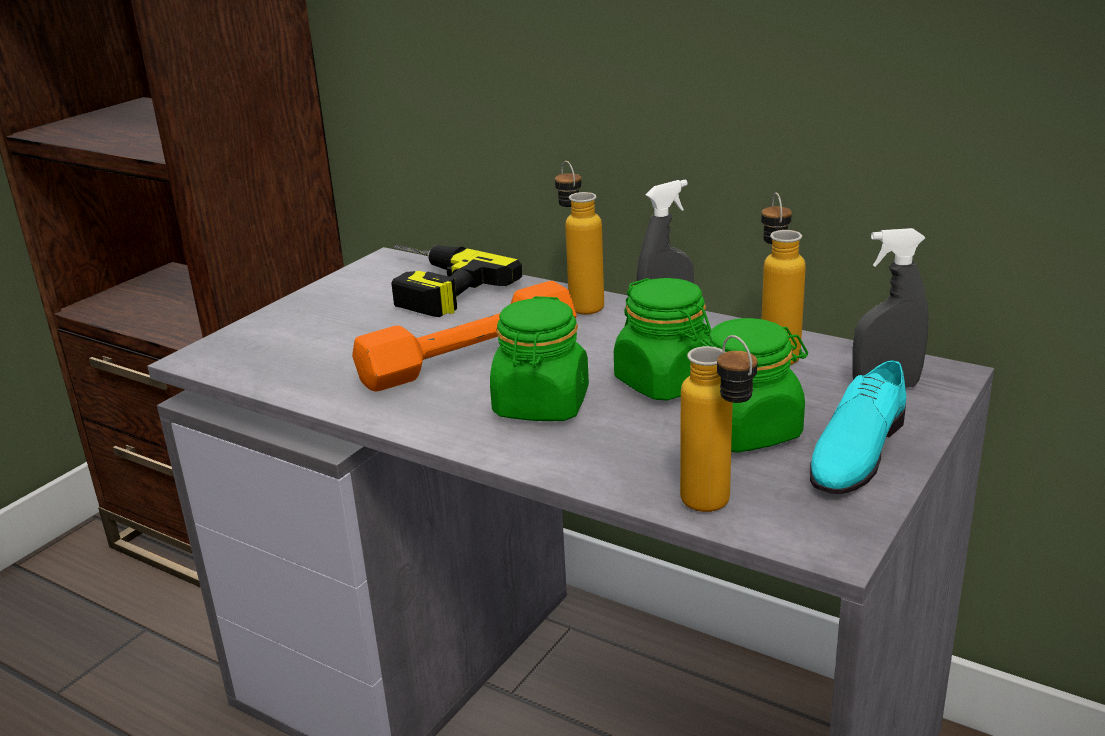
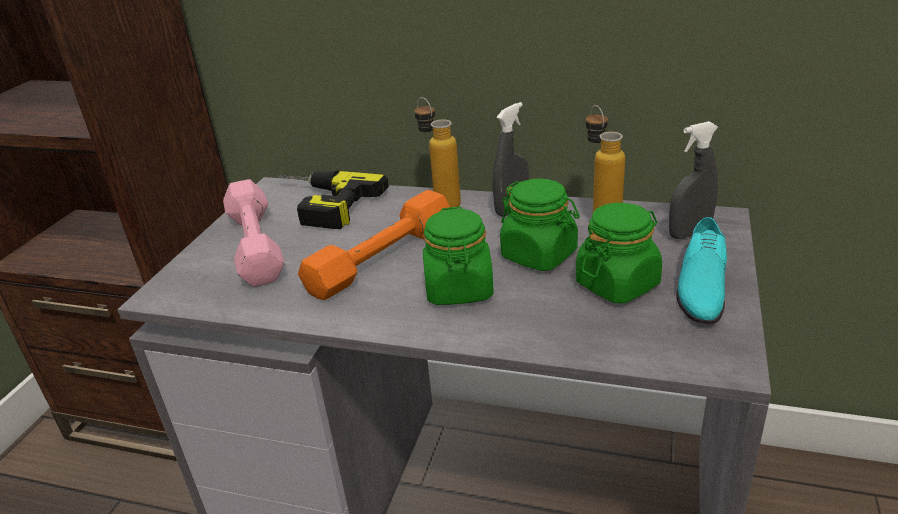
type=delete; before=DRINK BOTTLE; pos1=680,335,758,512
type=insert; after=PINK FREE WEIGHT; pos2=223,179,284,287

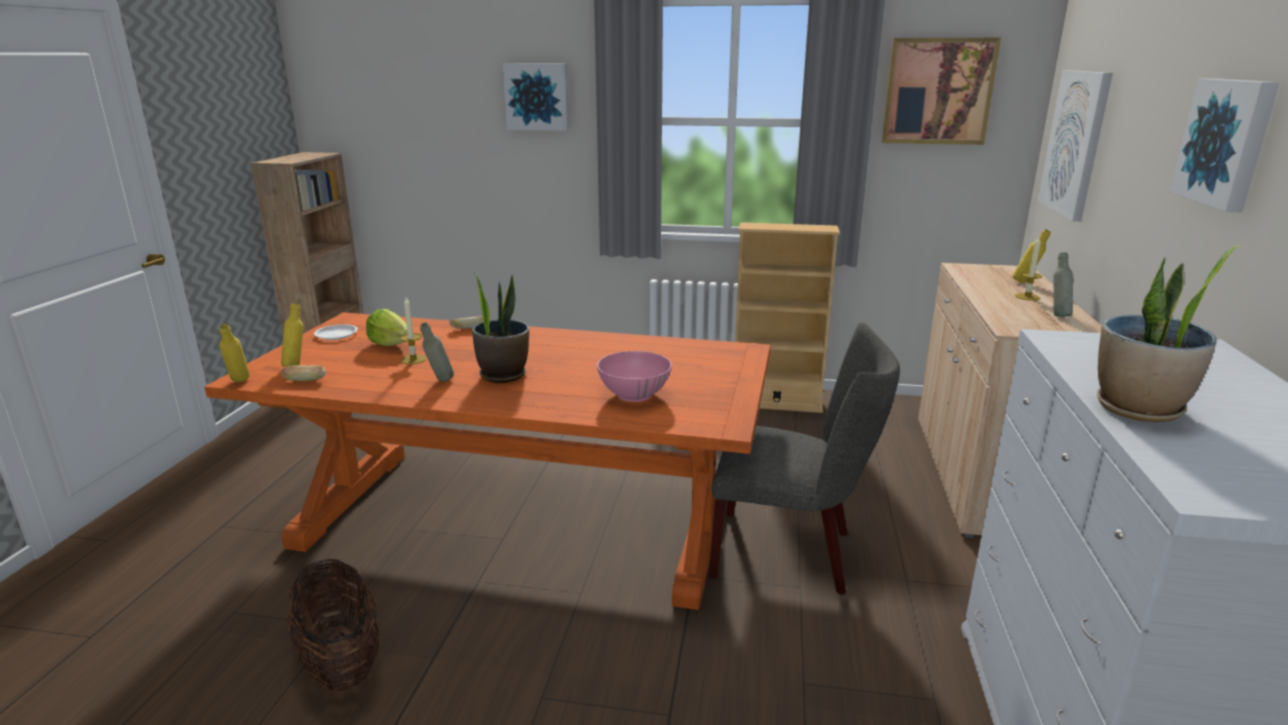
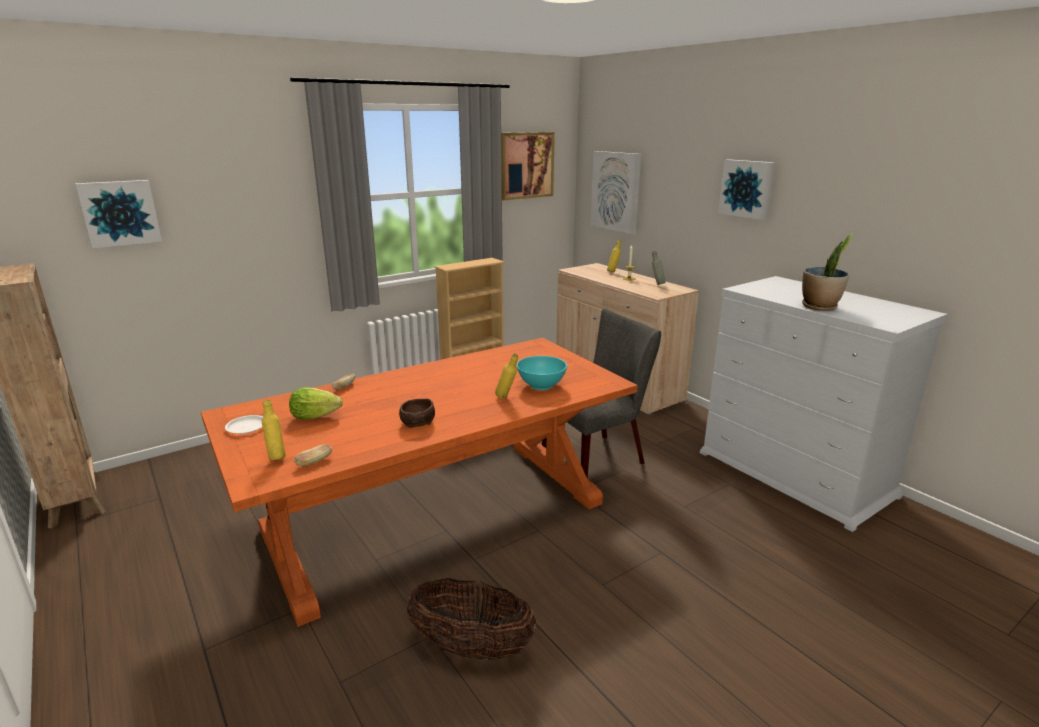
type=move; before=YELLOWISH DRINK BOTTLE; pos1=219,324,249,383; pos2=495,354,518,399
type=delete; before=CANDLE; pos1=400,297,426,364
type=replace; before=GREY DRINK BOTTLE; after=BROWN-COLOURED SERVING BOWL; pos1=420,323,454,382; pos2=399,399,435,428
type=delete; before=PLANT IN A POT; pos1=472,272,529,383
type=move; before=WALL PICTURE; pos1=503,63,569,131; pos2=75,180,162,248
type=recolor; before=PINK SERVING BOWL; after=TURQUOISE-COLOURED SERVING BOWL; pos1=597,351,672,402; pos2=517,356,567,390

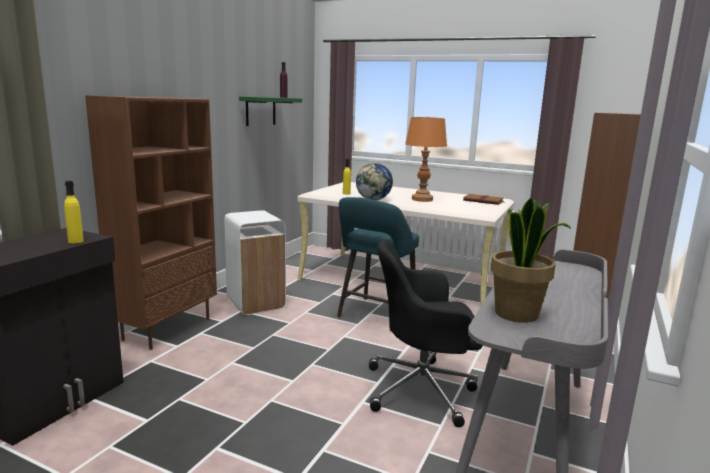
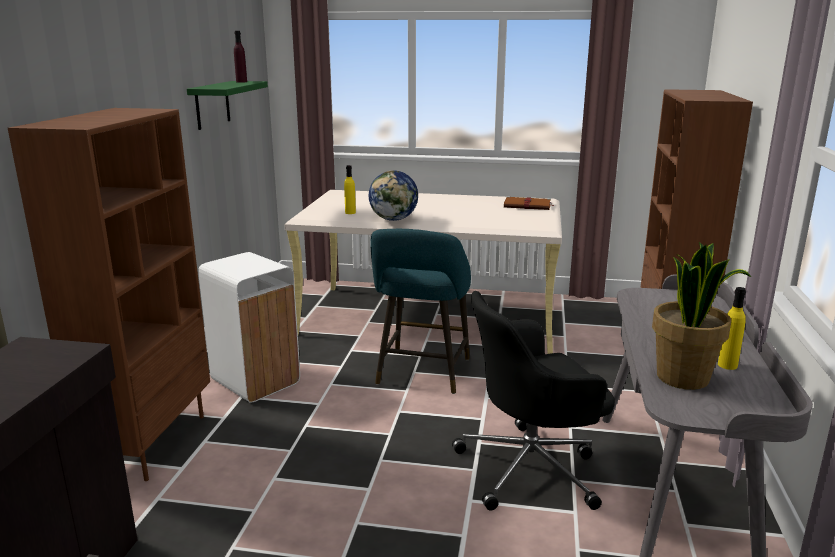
type=move; before=YELLOWISH DRINK BOTTLE; pos1=64,181,84,244; pos2=718,287,746,370
type=delete; before=ORANGE-COLOURED TABLE LAMP; pos1=405,116,447,202

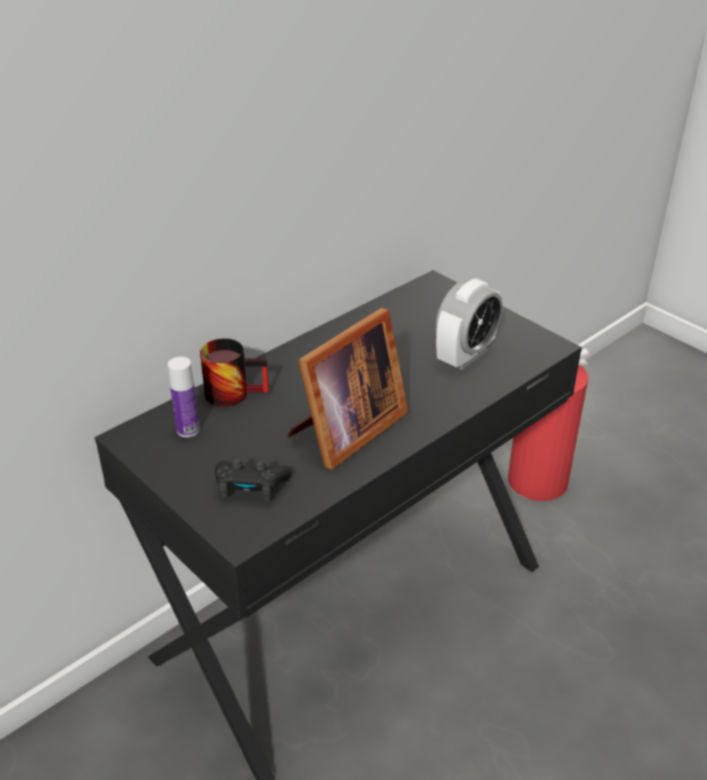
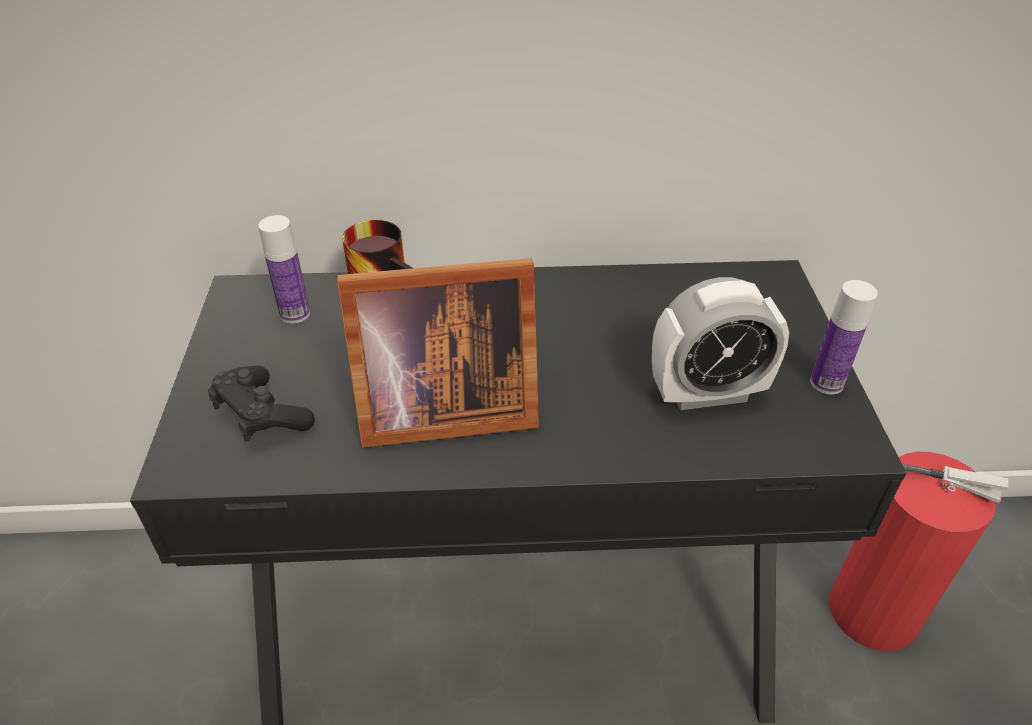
type=insert; after=DRINK BOTTLE; pos2=810,280,878,394

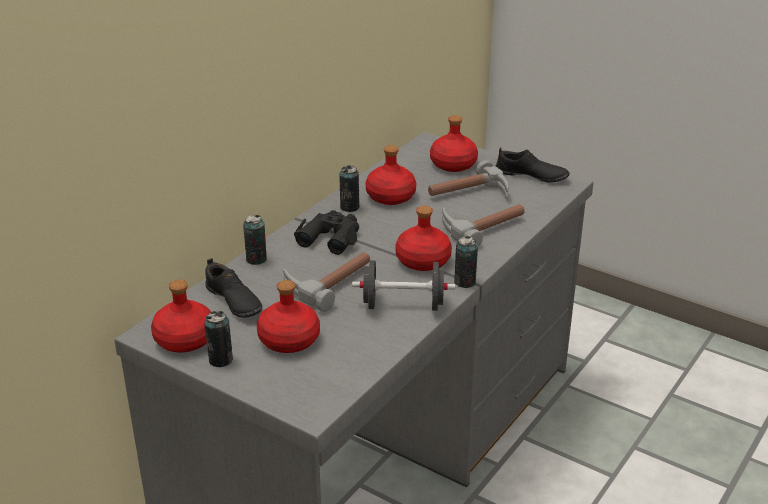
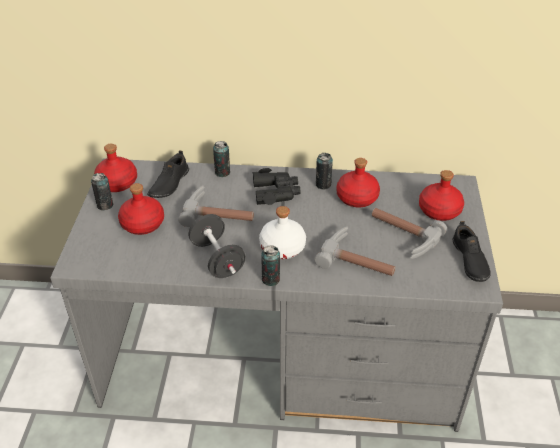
type=recolor; before=RED DRINK BOTTLE; after=WHITISH DRINK BOTTLE; pos1=395,205,452,271; pos2=259,206,306,259

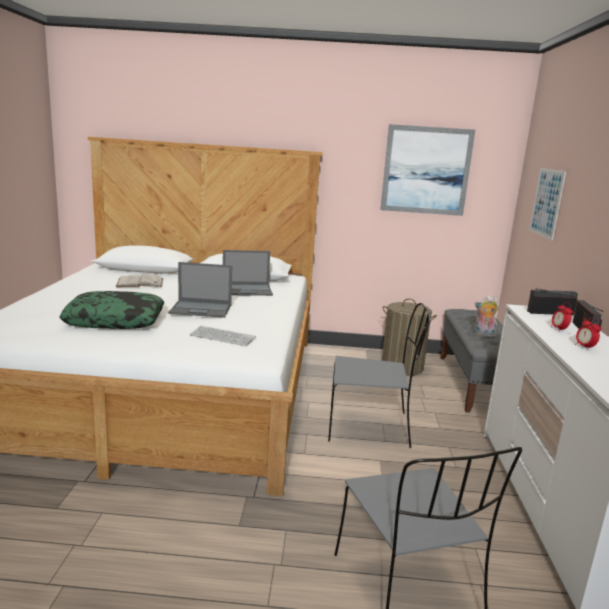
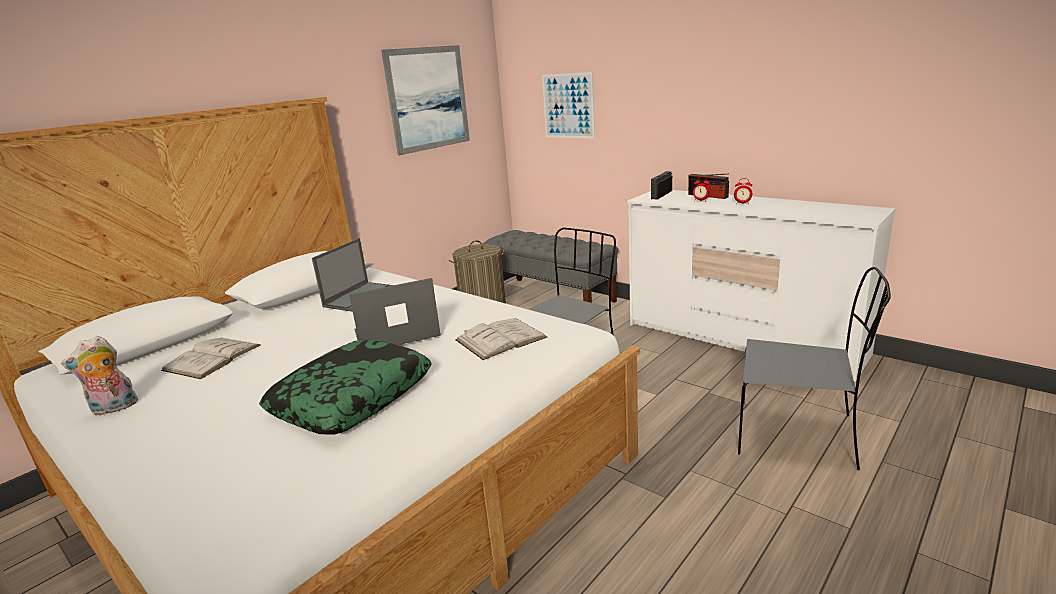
type=rotate; before=LAPTOP; pos1=168,262,232,318; pos2=349,278,441,345; turn=-150
type=replace; before=PC KEYBOARD; after=WHITISH BOUND BOOK; pos1=190,326,256,346; pos2=455,318,547,360
type=move; before=PLUSH TOY; pos1=474,296,499,337; pos2=61,336,139,416

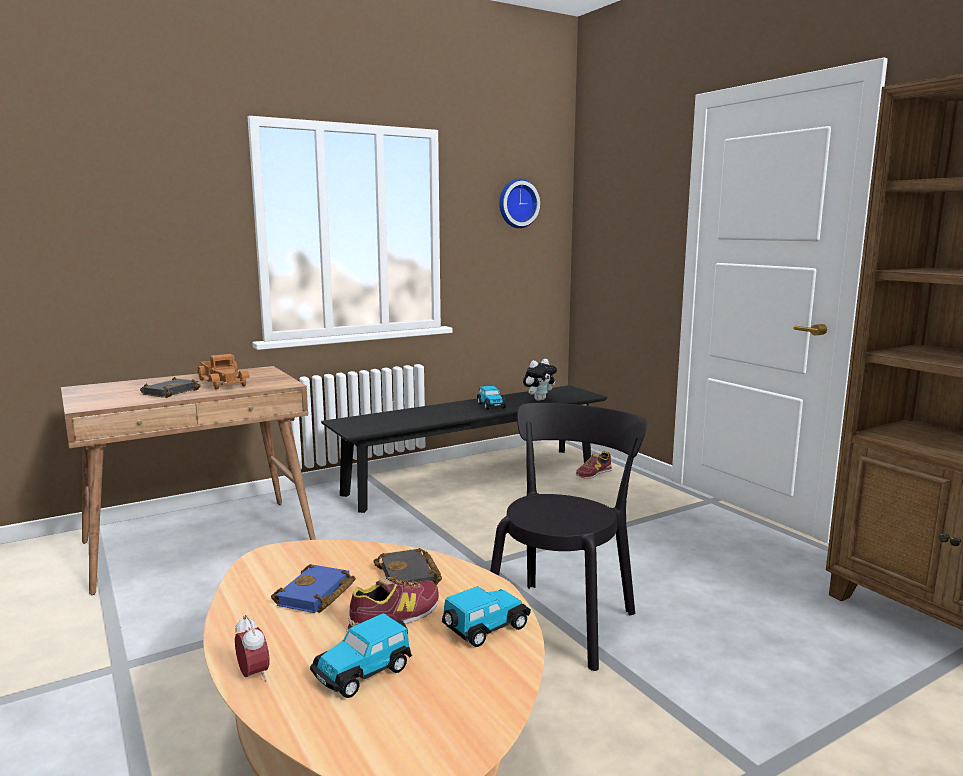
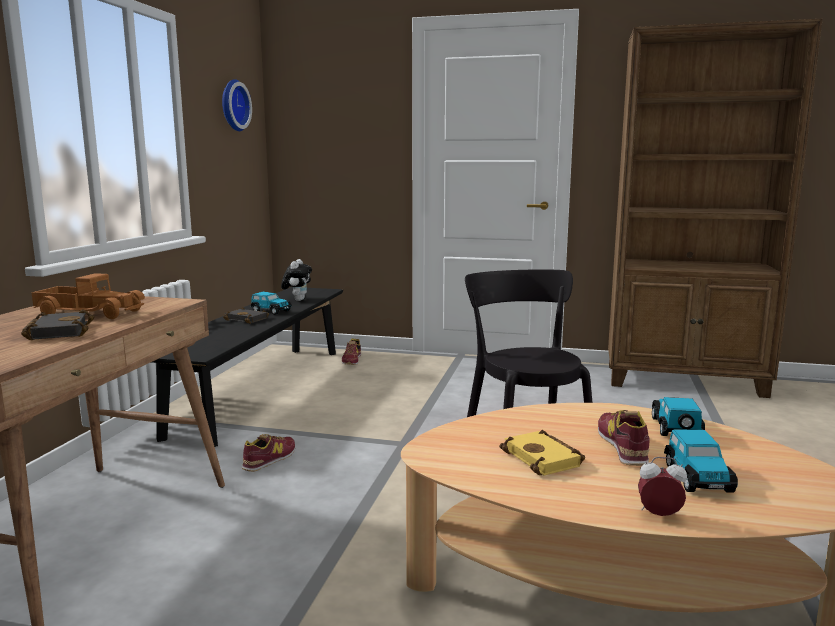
type=recolor; before=BLUE-COLOURED BOUND BOOK; after=YELLOWISH BOUND BOOK; pos1=271,564,356,613; pos2=499,430,585,475
type=move; before=BLACK-COLOURED BOUND BOOK; pos1=373,548,442,585; pos2=223,307,269,324
type=insert; after=ITEM OF FOOTWEAR; pos2=242,434,295,472

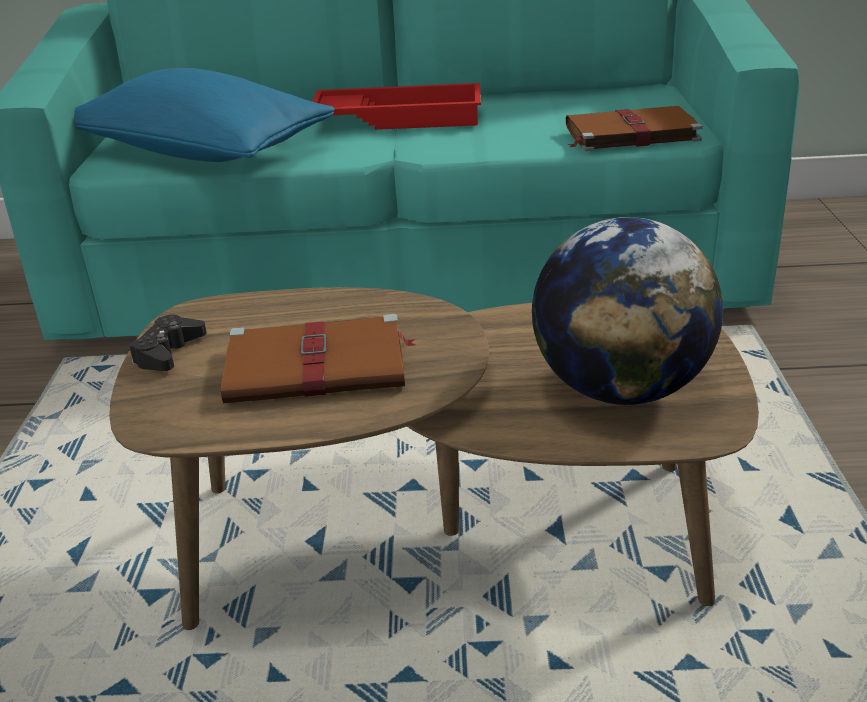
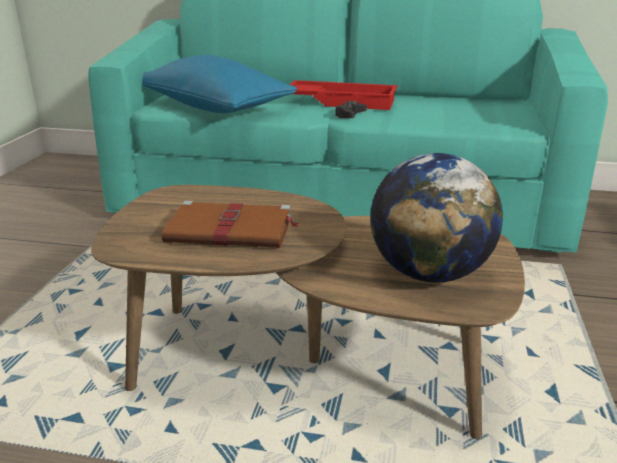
type=move; before=BLACK-COLOURED GAME CONTROLLER; pos1=129,315,207,371; pos2=335,101,367,118
type=delete; before=BROWN-COLOURED BOUND BOOK; pos1=566,106,703,151

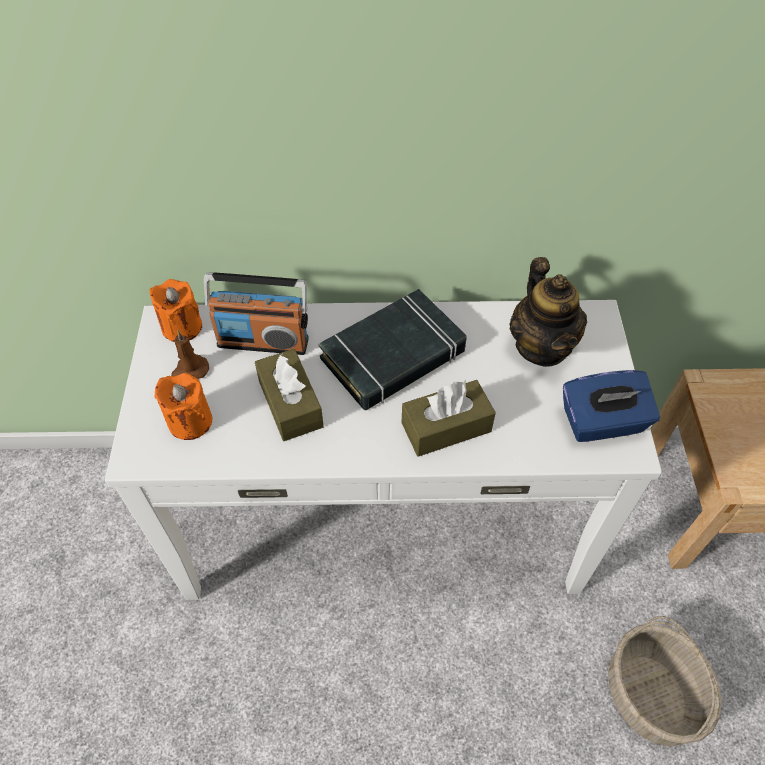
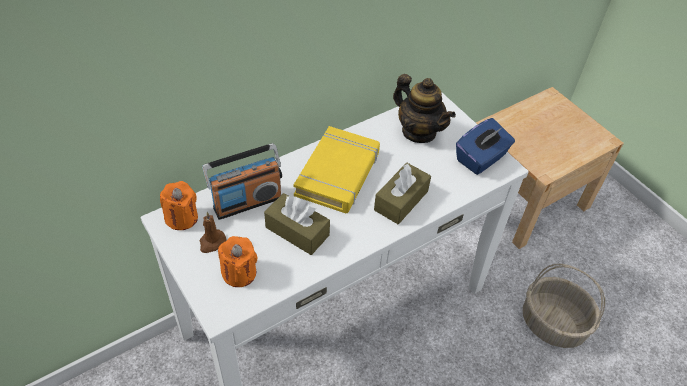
type=recolor; before=BLACK-COLOURED BOUND BOOK; after=YELLOWISH BOUND BOOK; pos1=318,289,467,410; pos2=293,126,380,213

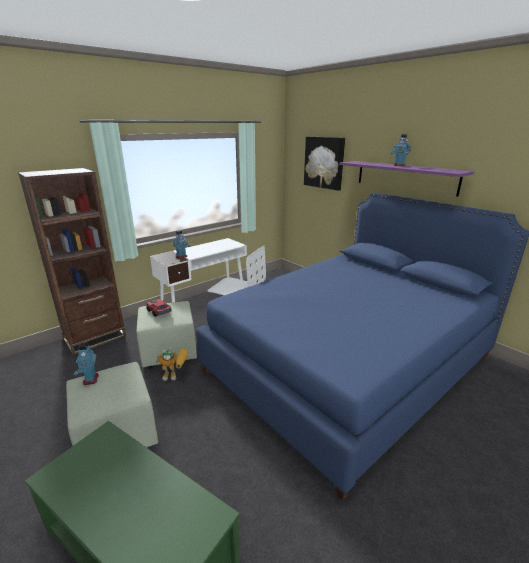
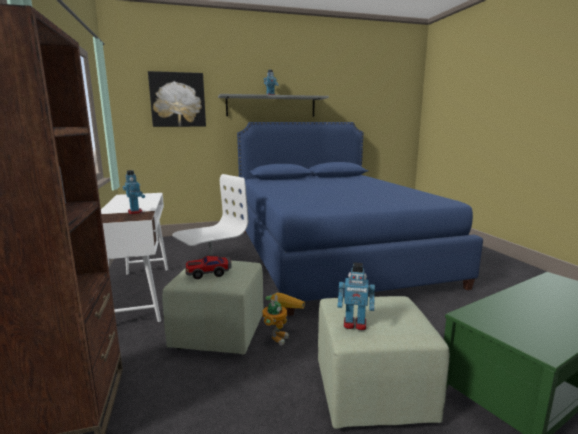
type=recolor; before=PURPLE WALL SHELF; after=GREY WALL SHELF; pos1=339,161,474,197; pos2=218,94,329,117

